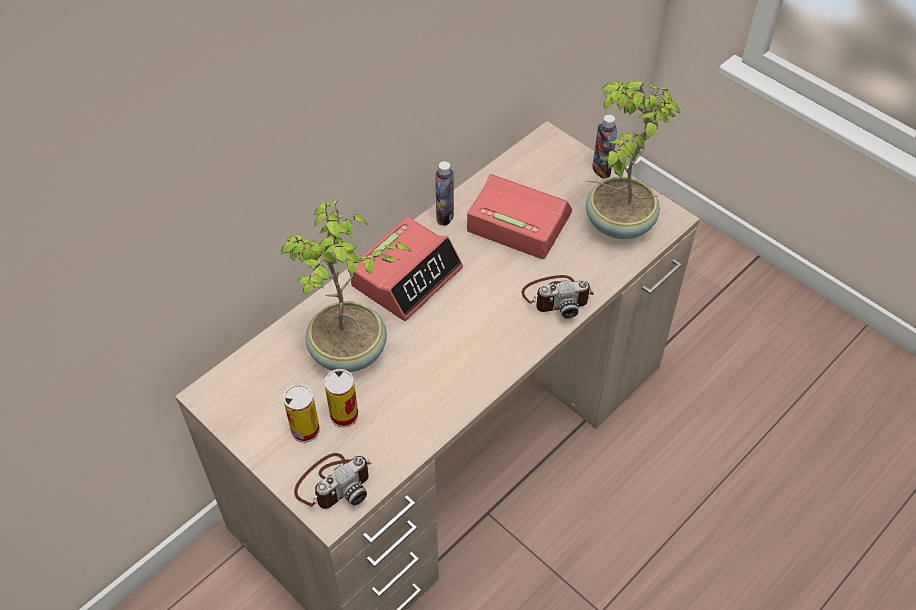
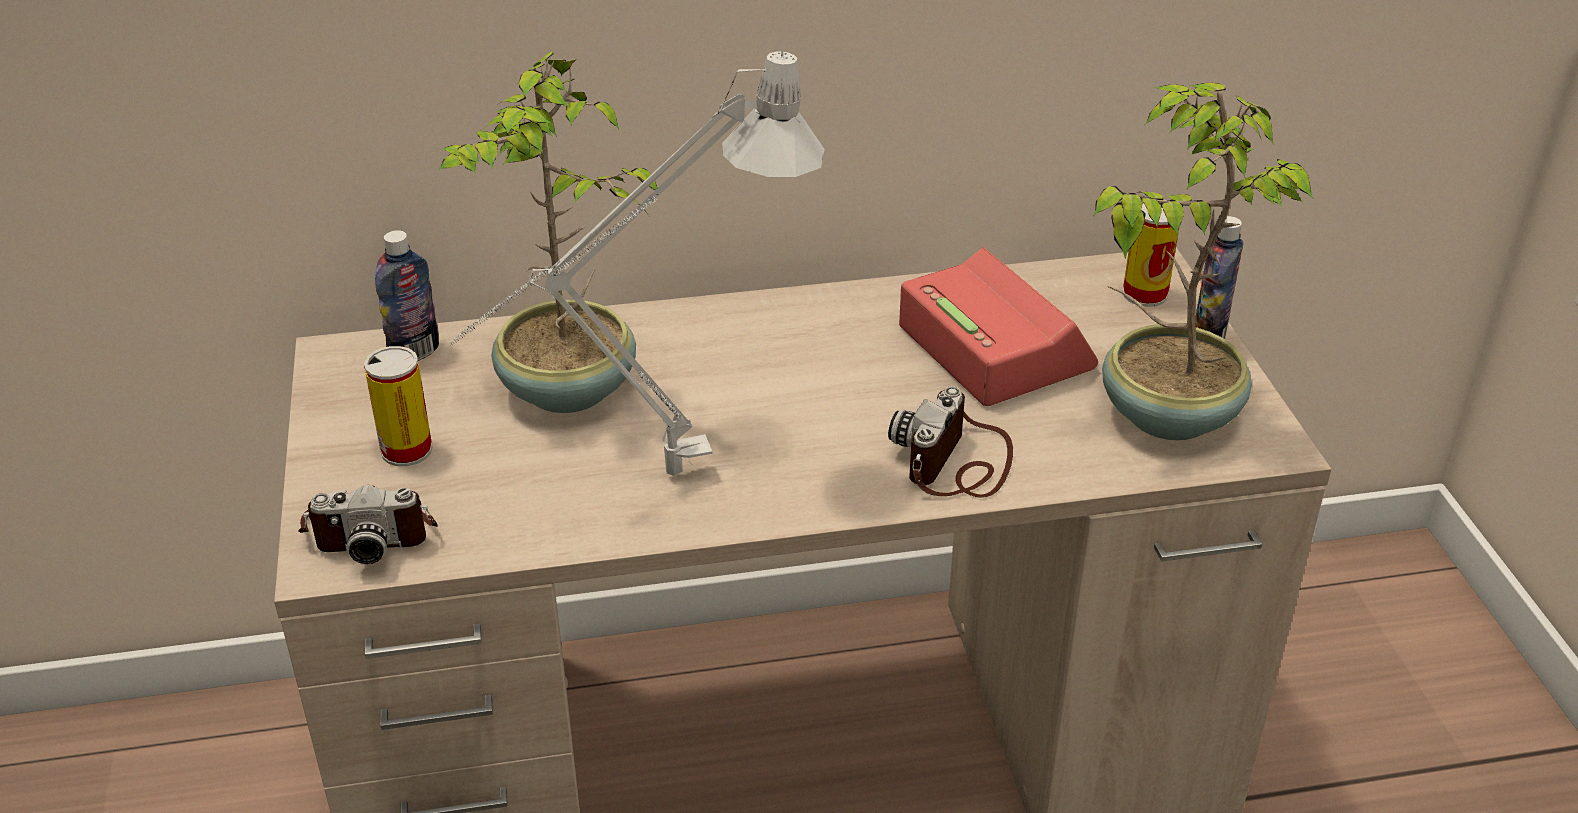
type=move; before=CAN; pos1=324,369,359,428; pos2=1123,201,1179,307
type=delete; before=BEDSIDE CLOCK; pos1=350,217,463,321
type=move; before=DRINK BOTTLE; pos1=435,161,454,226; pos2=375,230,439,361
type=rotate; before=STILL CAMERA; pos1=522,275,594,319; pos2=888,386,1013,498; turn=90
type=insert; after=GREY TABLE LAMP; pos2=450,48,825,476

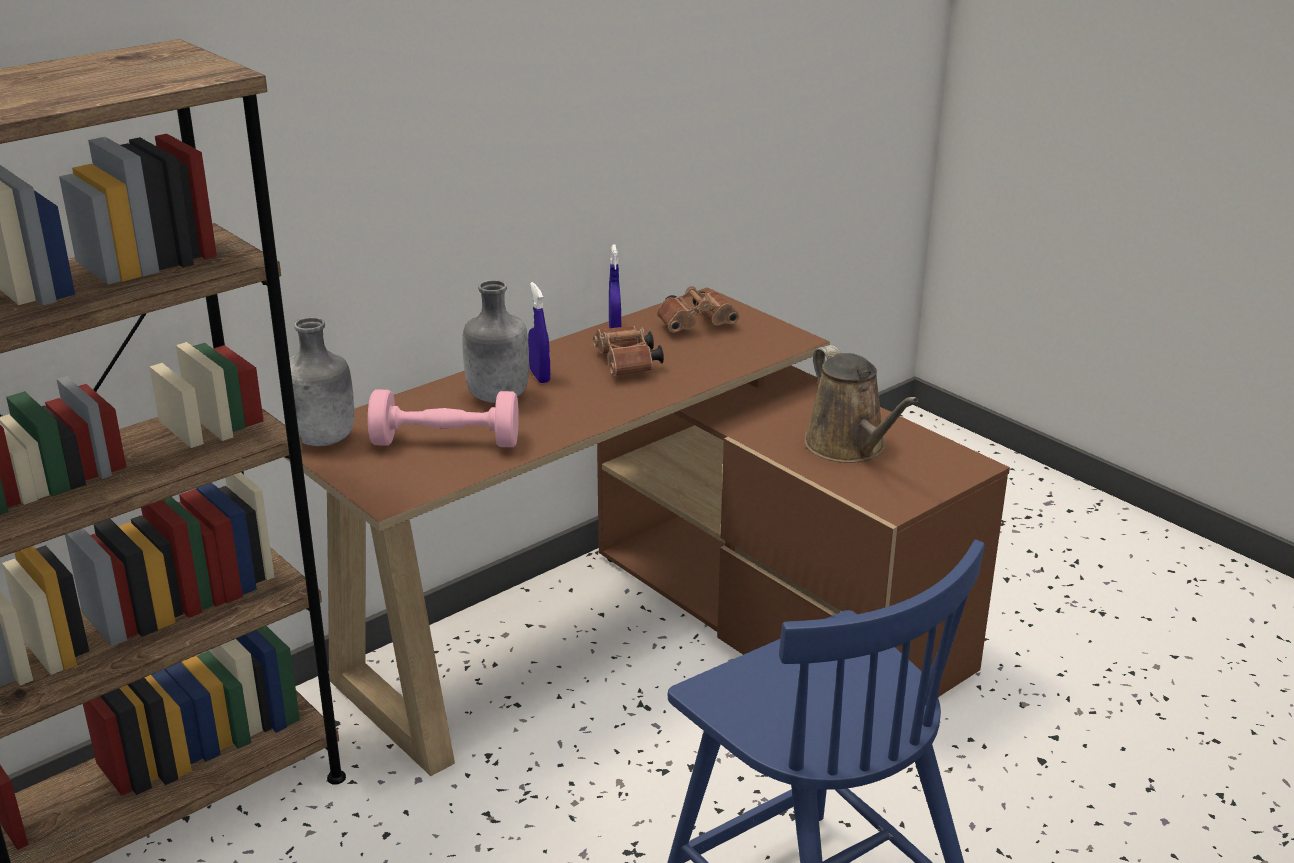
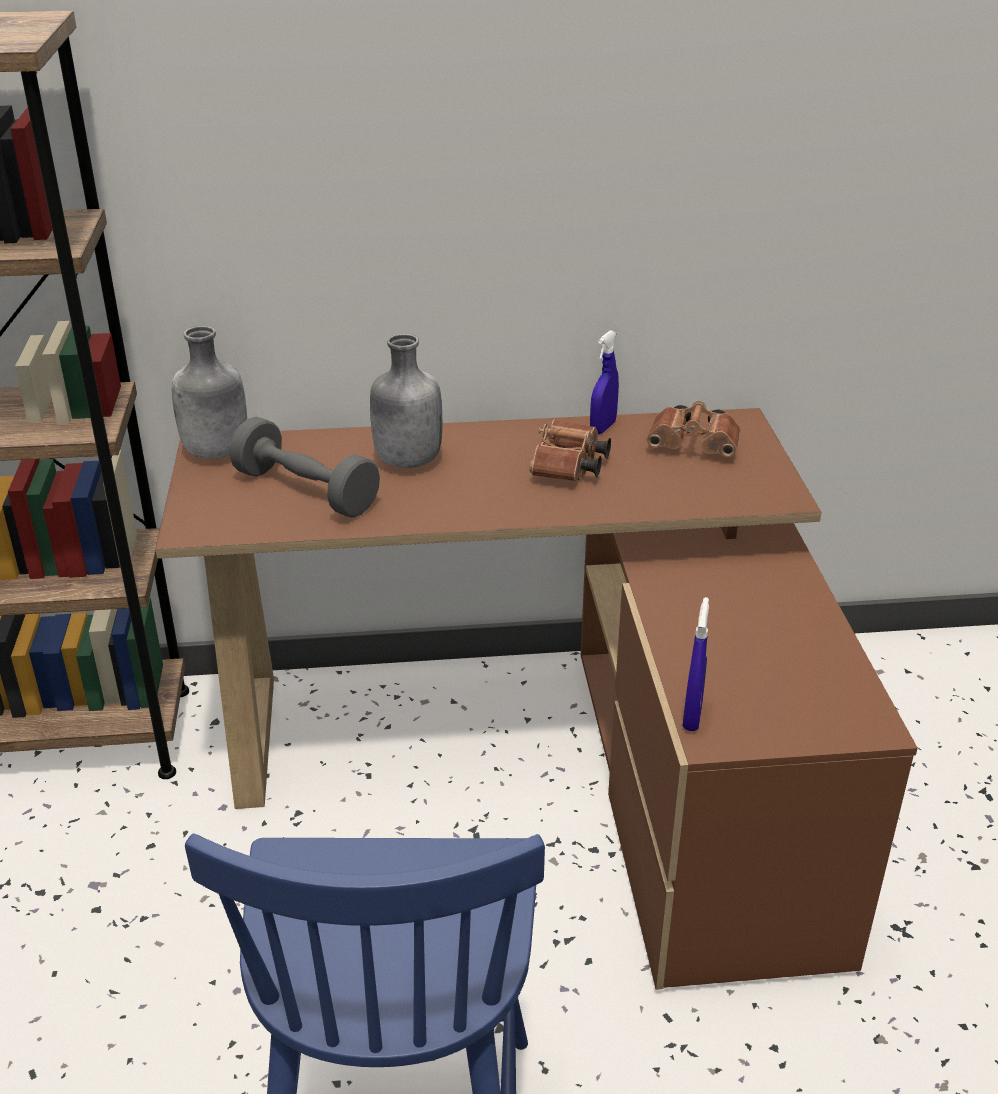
type=recolor; before=PINK FREE WEIGHT; after=GREY FREE WEIGHT; pos1=368,390,519,447; pos2=230,417,380,518
type=move; before=BLUE-COLOURED HAND SPRAYER; pos1=528,282,550,383; pos2=682,597,709,731
type=delete; before=BROWN-COLOURED WATERING CAN; pos1=804,345,918,463

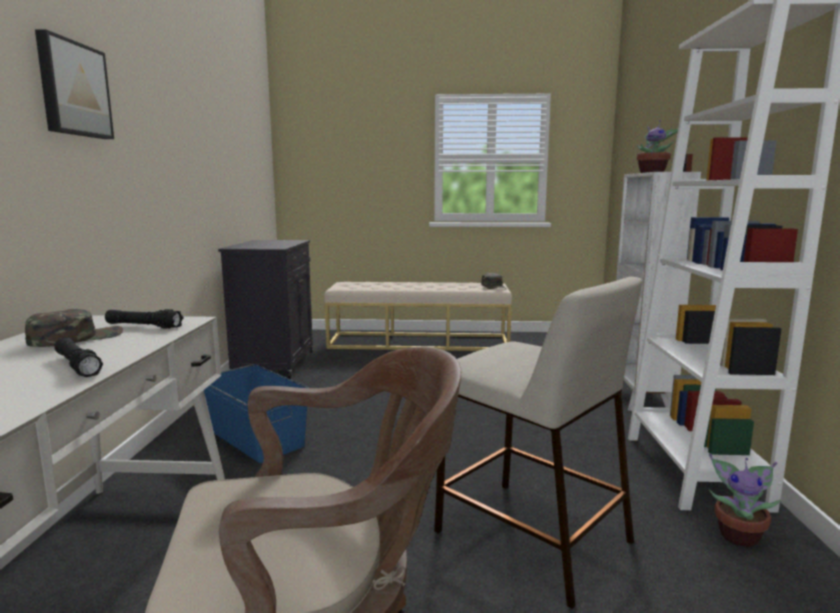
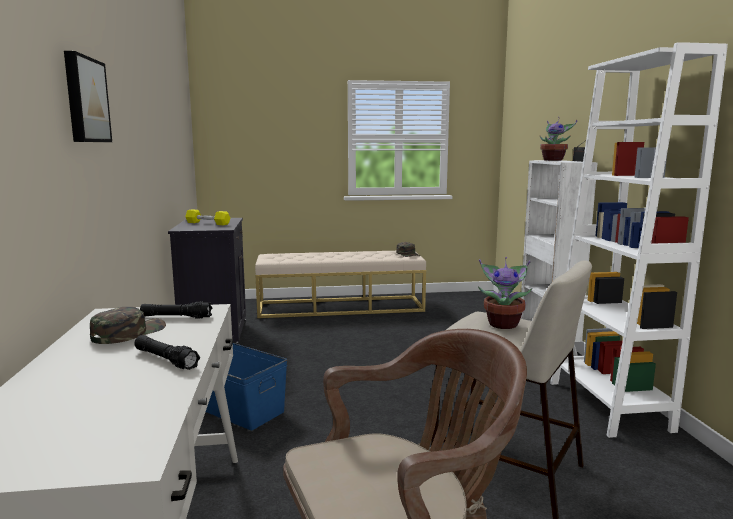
type=move; before=PLANT IN A POT; pos1=709,453,781,547; pos2=478,257,532,329
type=insert; after=YELLOWISH FREE WEIGHT; pos2=185,209,230,225

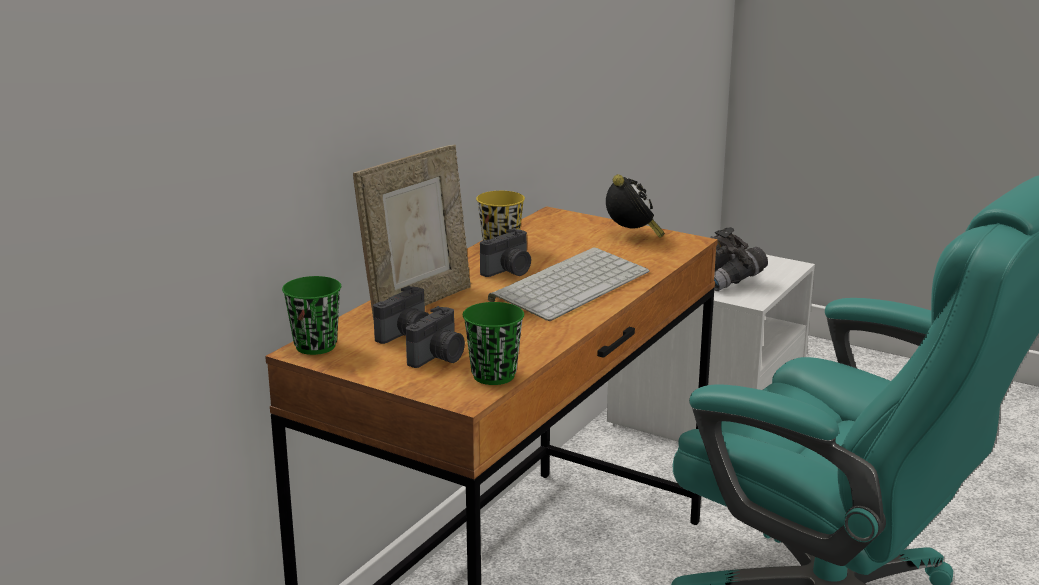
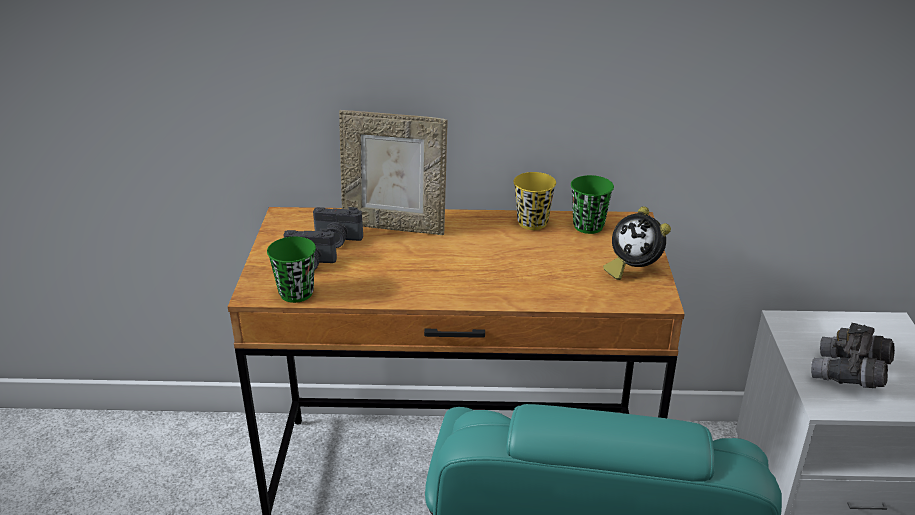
type=move; before=GREEN-COLOURED SMALL CUP; pos1=282,276,341,355; pos2=571,175,614,234
type=delete; before=STILL CAMERA; pos1=480,228,531,277
type=delete; before=PC KEYBOARD; pos1=488,248,650,321
type=rotate; before=BEDSIDE CLOCK; pos1=606,174,665,238; pos2=603,206,671,280; turn=75

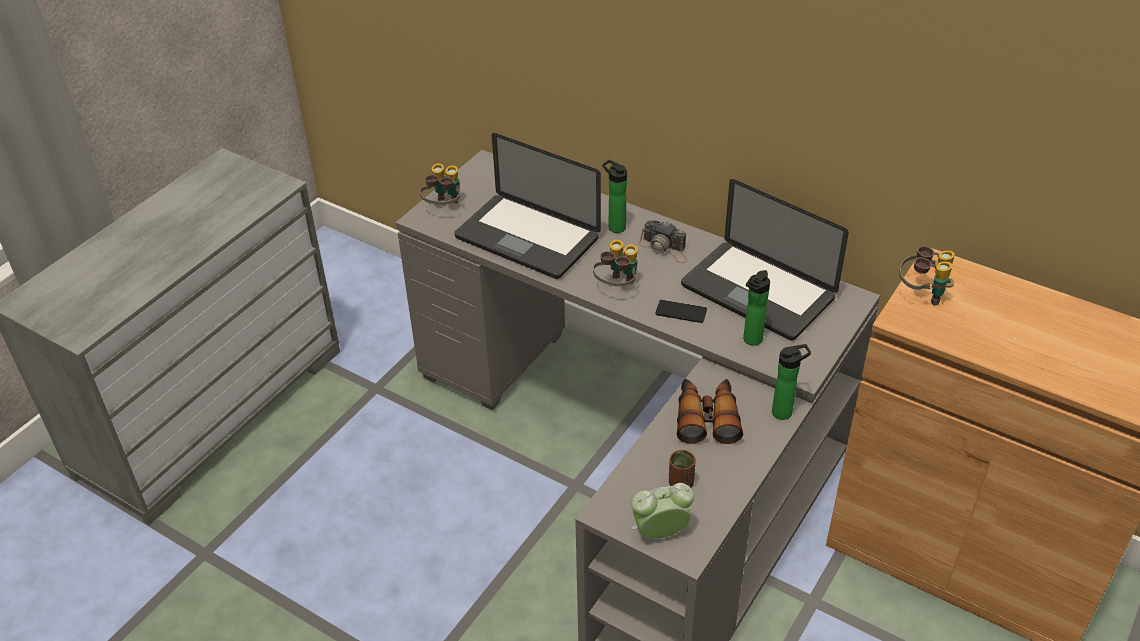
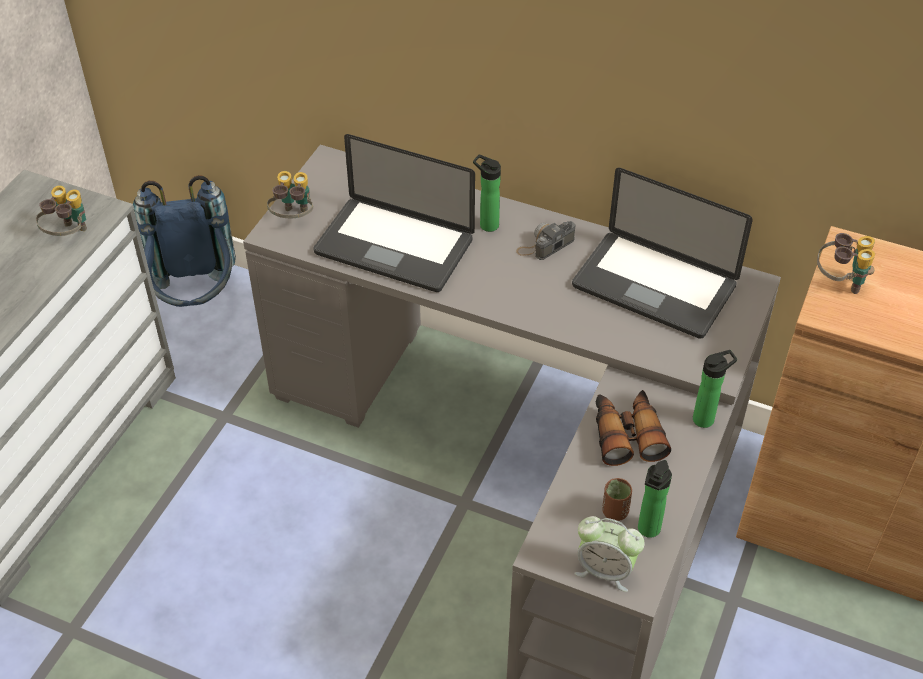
type=move; before=PAIR OF BINOCULARS; pos1=593,240,638,286; pos2=36,185,87,236
type=rotate; before=BEDSIDE CLOCK; pos1=631,483,694,539; pos2=574,516,645,592; turn=-135
type=rotate; before=STILL CAMERA; pos1=639,220,687,263; pos2=516,221,576,260; turn=120
type=delete; before=HANDSET; pos1=655,300,707,323
type=move; before=DRINK BOTTLE; pos1=743,270,770,346; pos2=638,460,672,538
type=insert; after=BLUE-COLOURED BACKPACK; pos2=133,175,236,307

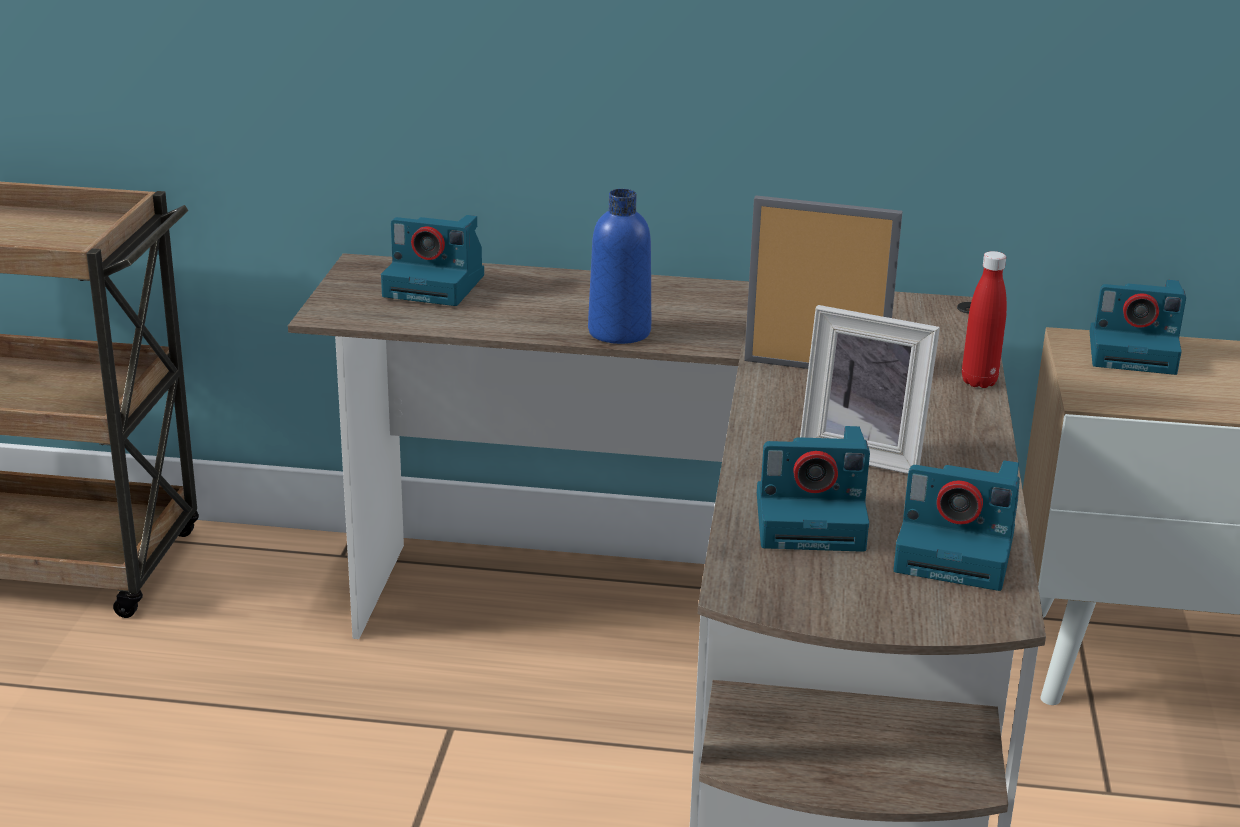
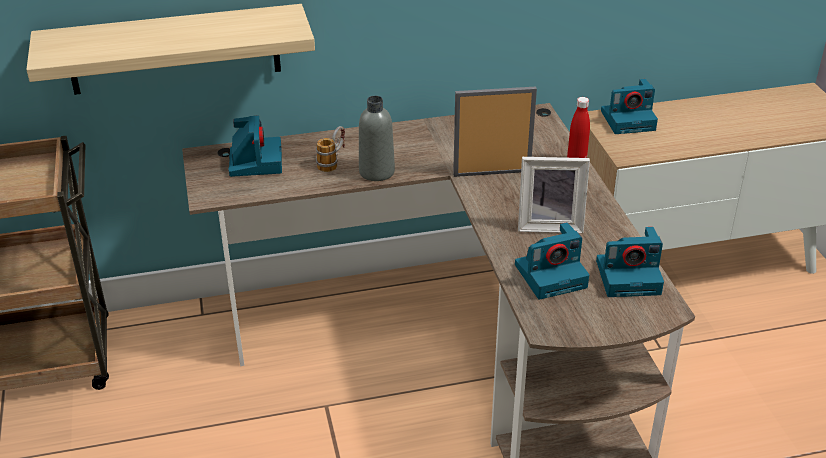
type=rotate; before=STILL CAMERA; pos1=381,215,484,306; pos2=228,115,282,177; turn=-90
type=recolor; before=BLUE-COLOURED DRINK BOTTLE; after=GREY DRINK BOTTLE; pos1=588,189,651,344; pos2=359,96,395,181
type=insert; after=WALL SHELF; pos2=26,4,315,95
type=insert; after=MUG; pos2=316,126,345,172

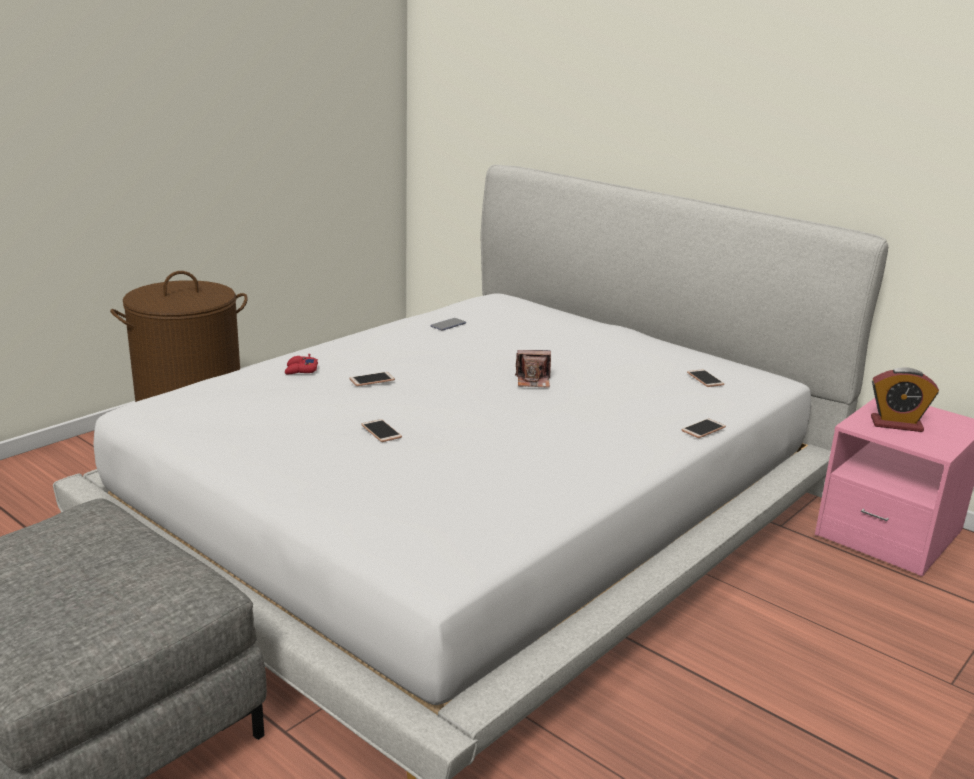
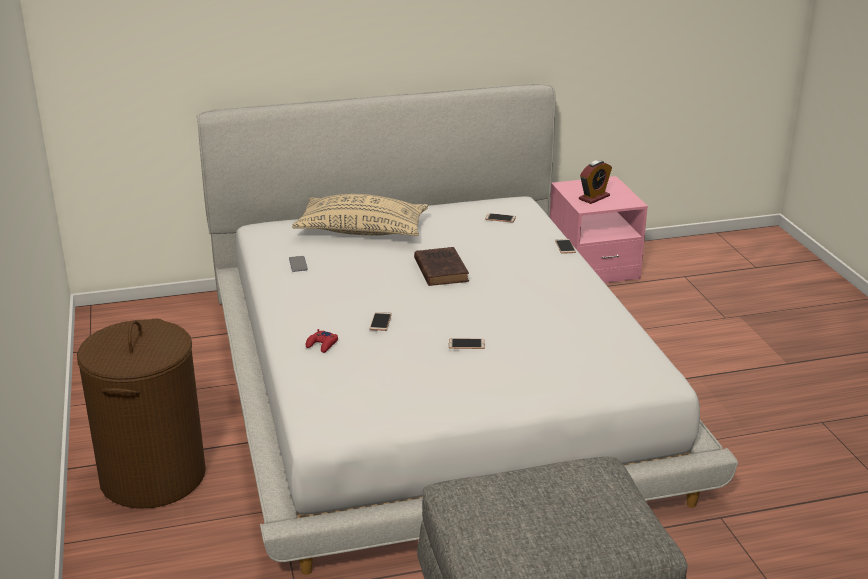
type=replace; before=STILL CAMERA; after=BROWN-COLOURED BOUND BOOK; pos1=515,350,551,388; pos2=414,247,469,286
type=insert; after=BEIGE CUSHION; pos2=292,194,428,236

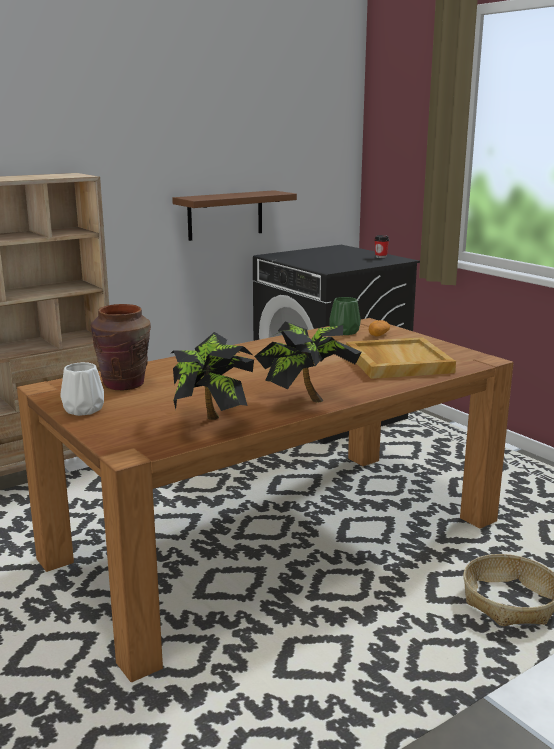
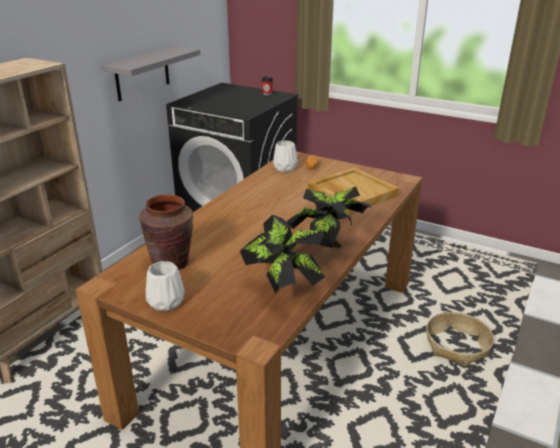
type=recolor; before=BROWN-COLOURED WALL SHELF; after=GREY WALL SHELF; pos1=172,190,297,241; pos2=103,46,200,101
type=recolor; before=GREEN-COLOURED VASE; after=WHITISH VASE; pos1=329,297,361,335; pos2=273,141,298,172

